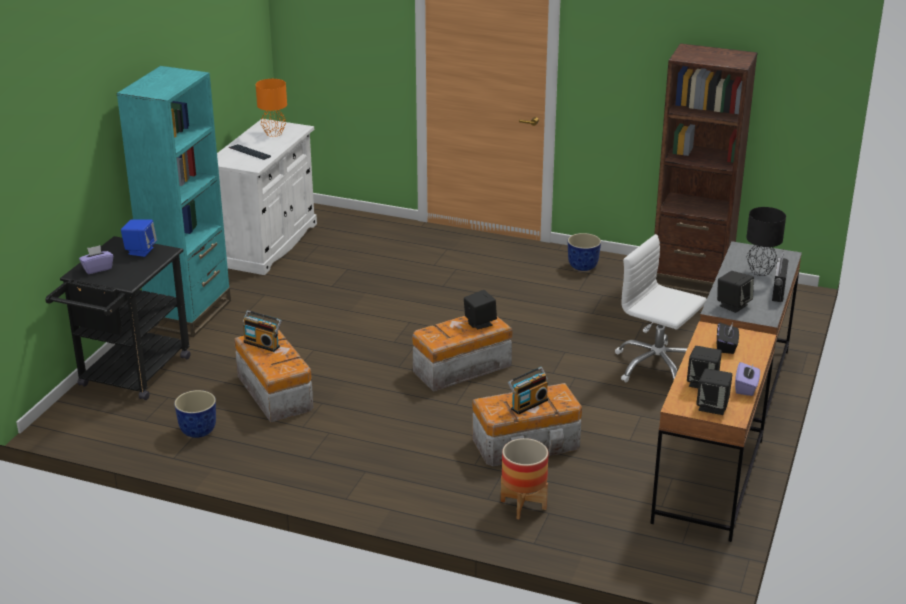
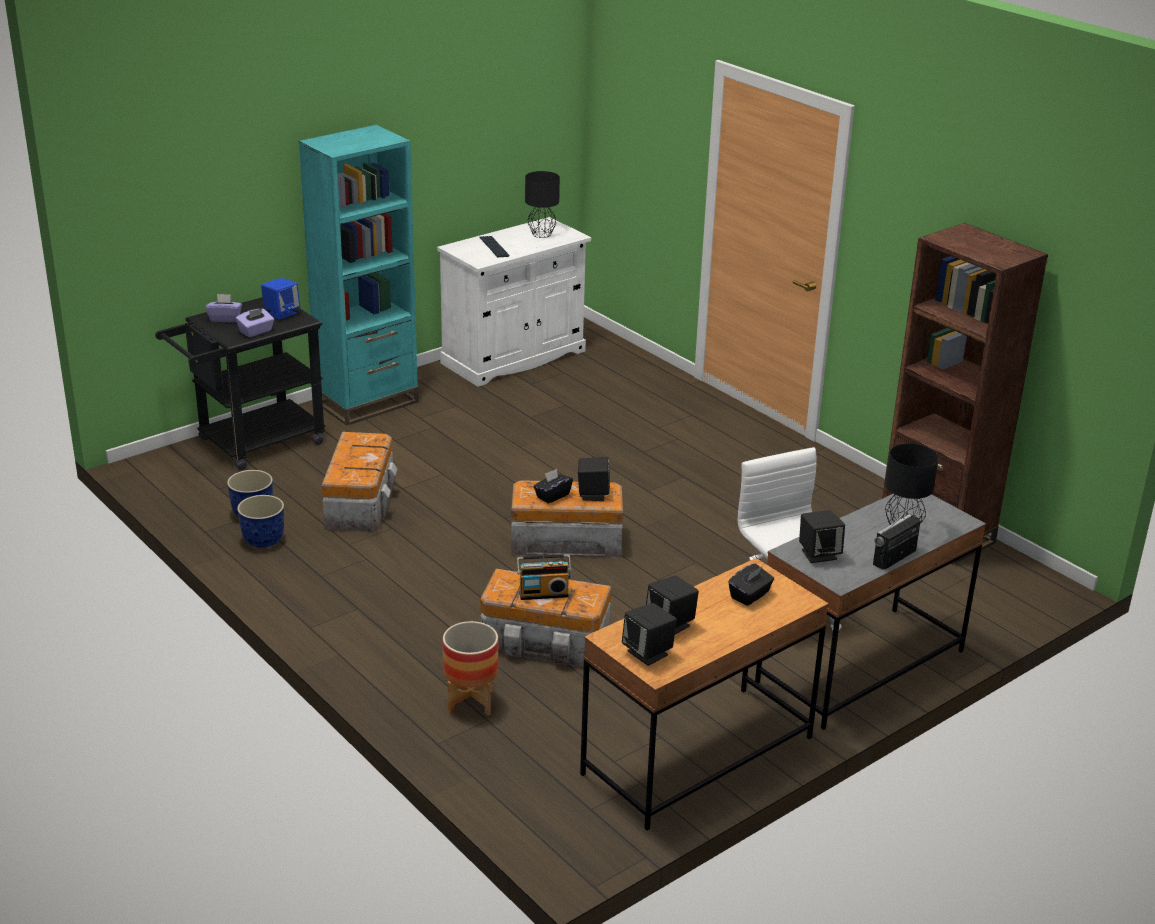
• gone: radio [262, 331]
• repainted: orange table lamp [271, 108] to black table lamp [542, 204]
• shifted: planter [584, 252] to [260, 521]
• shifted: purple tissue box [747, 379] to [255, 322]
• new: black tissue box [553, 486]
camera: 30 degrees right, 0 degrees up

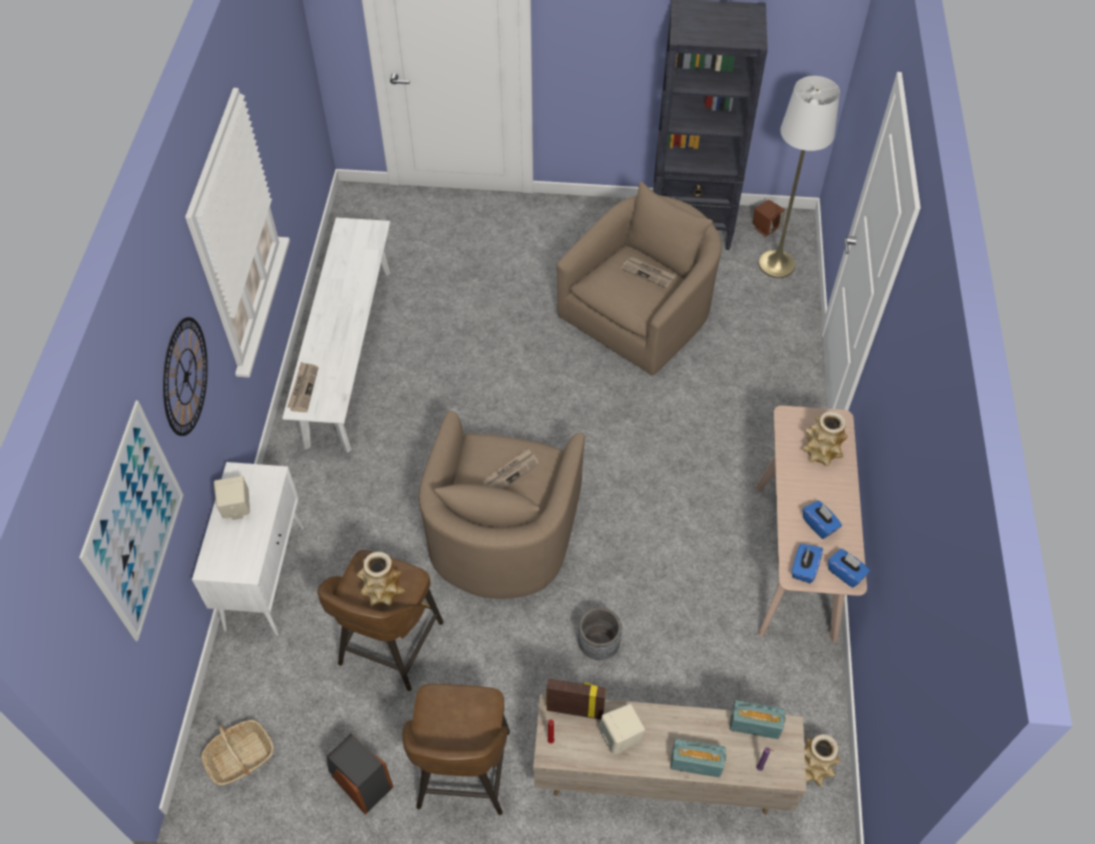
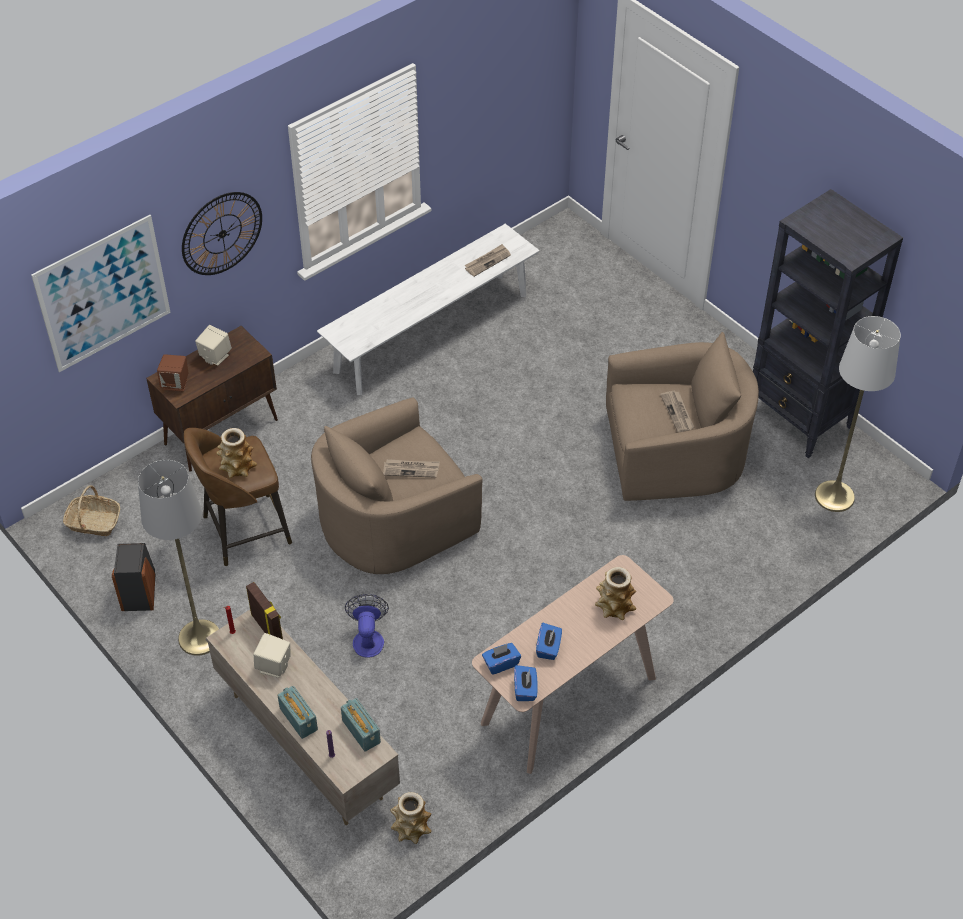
• repainted: white cabinet [248, 549] to brown cabinet [212, 399]
• shifted: newspaper [302, 387] to [488, 260]
• swapped: brown stool [456, 749] to grey floor lamp [178, 558]
• swapped: grey planter [600, 633] to fan [367, 626]
• shifted: brown speaker [769, 218] to [172, 372]
camera: 45 degrees right, 5 degrees down

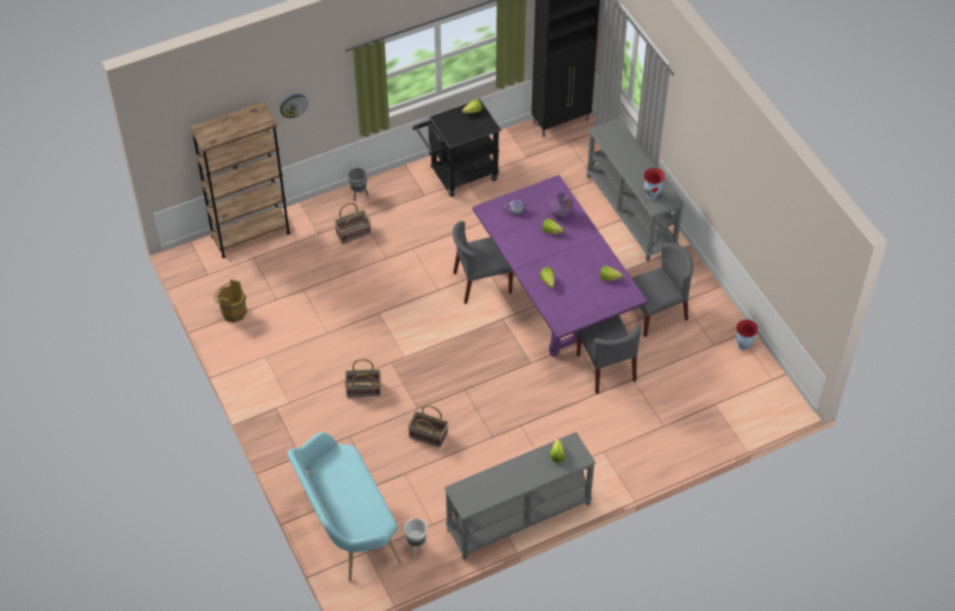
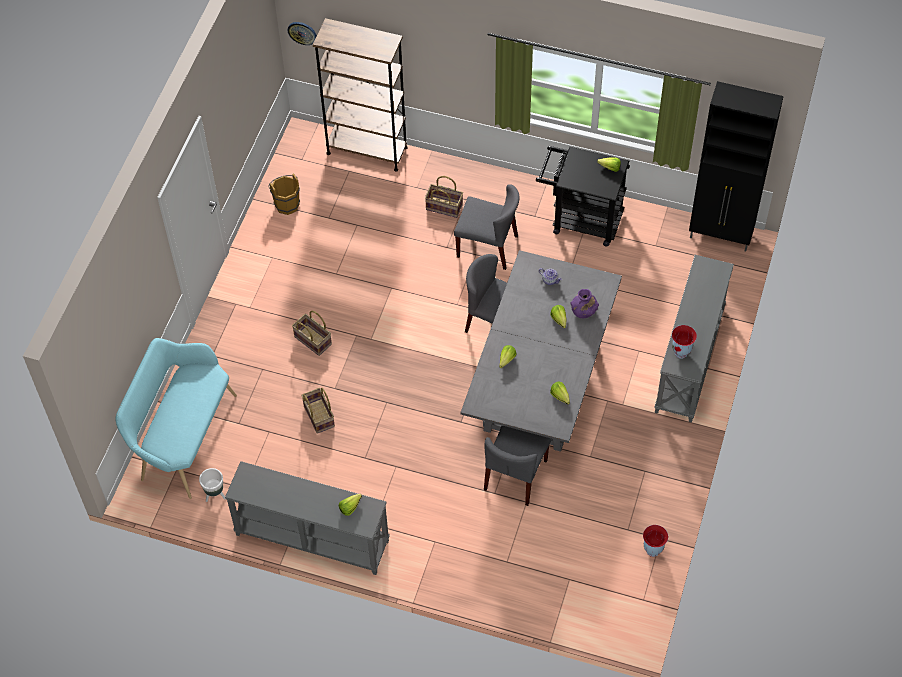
• shifted: wall clock [294, 106] to [302, 33]
• gone: grey planter [358, 184]
• repainted: purple dining table [560, 266] to grey dining table [541, 351]
• shifted: grey chair [663, 290] to [487, 227]
camera: 45 degrees right, 5 degrees up

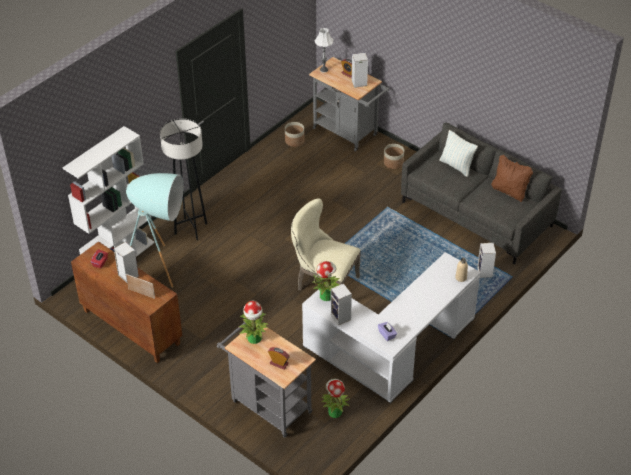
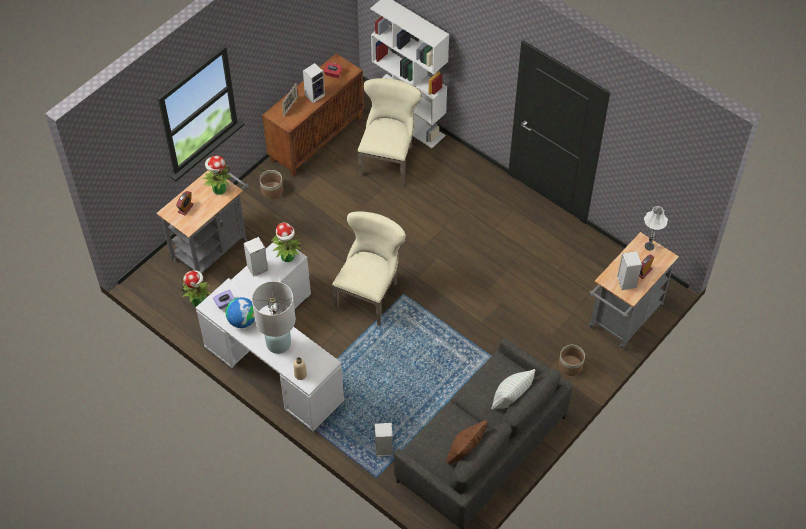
• swapped: turquoise floor lamp [155, 230] to beige chair [389, 131]
• gone: grey floor lamp [183, 179]
• shifted: planter [294, 134] to [271, 184]
• new: globe [240, 312]
• new: white table lamp [274, 317]
camera: 90 degrees right, 10 degrees up

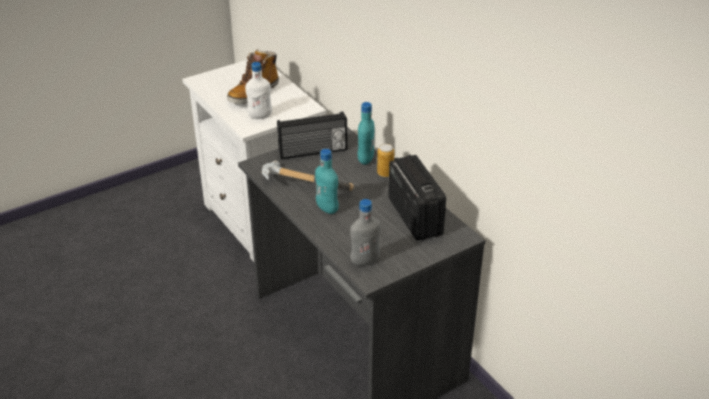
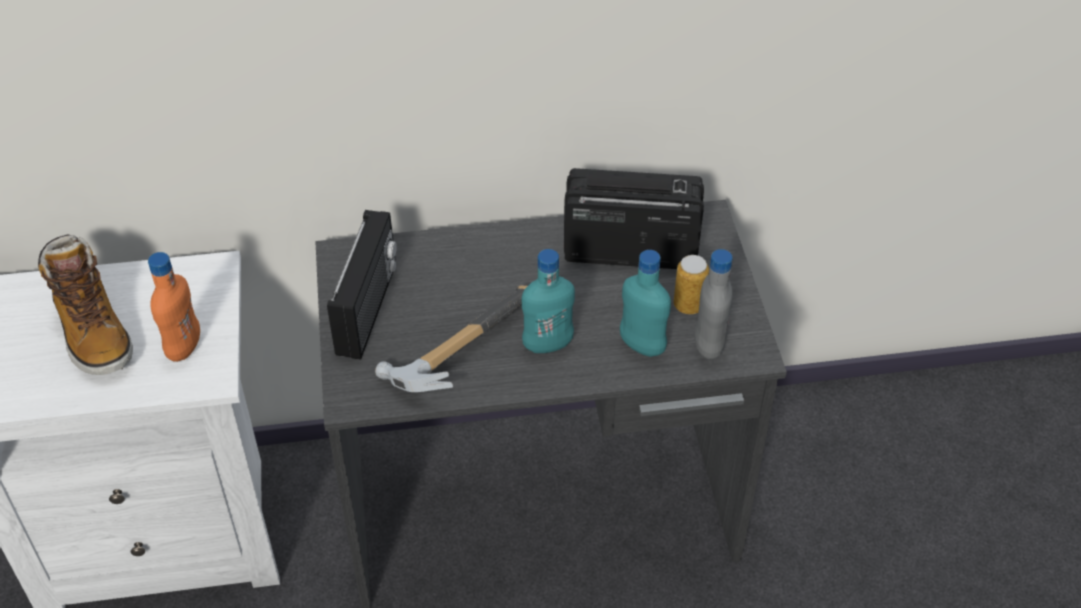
• repainted: white bottle [258, 90] to orange bottle [174, 307]
• shifted: turquoise bottle [366, 133] to [645, 303]
• shifted: can [385, 160] to [691, 284]
camera: 65 degrees left, 10 degrees up

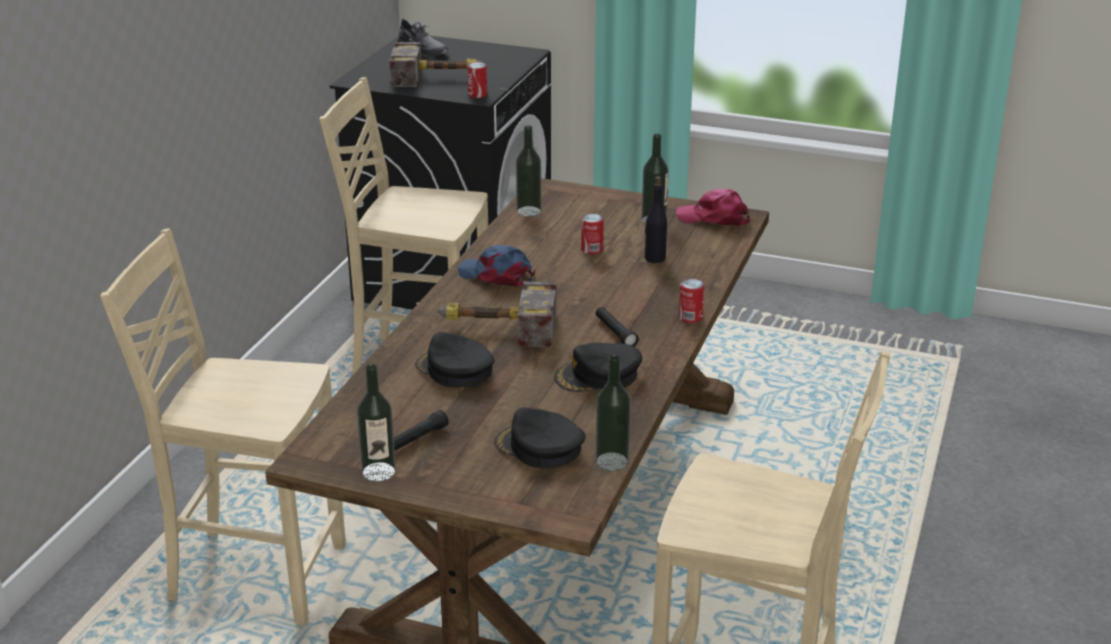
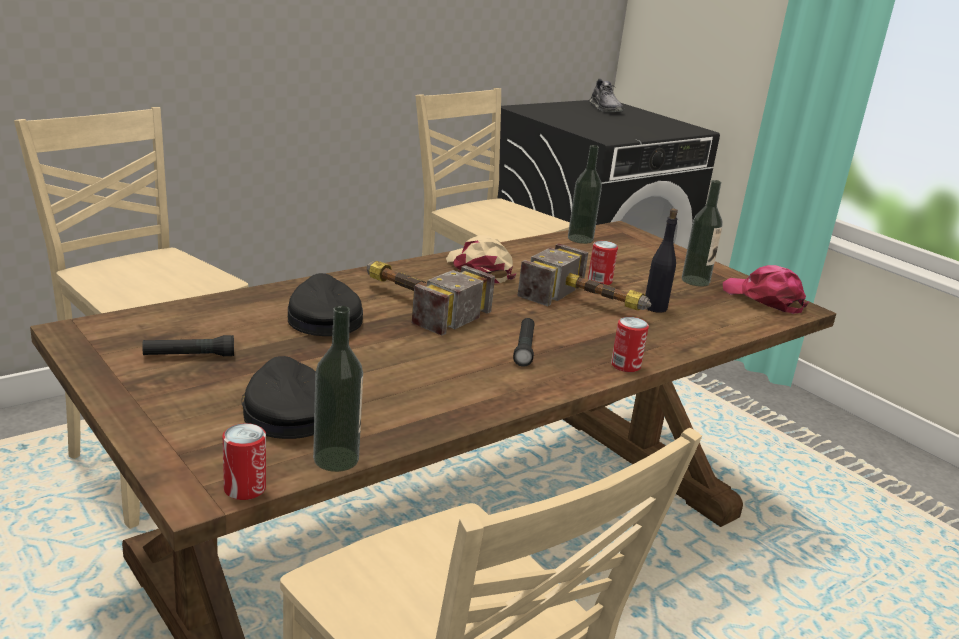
• gone: bottle [376, 423]
• shifted: hammer [435, 64] to [584, 277]
• repainted: blue cap [497, 266] to beige cap [481, 259]
• shifted: can [477, 80] to [244, 461]
• gone: black cap [598, 367]
camera: 30 degrees right, 5 degrees down

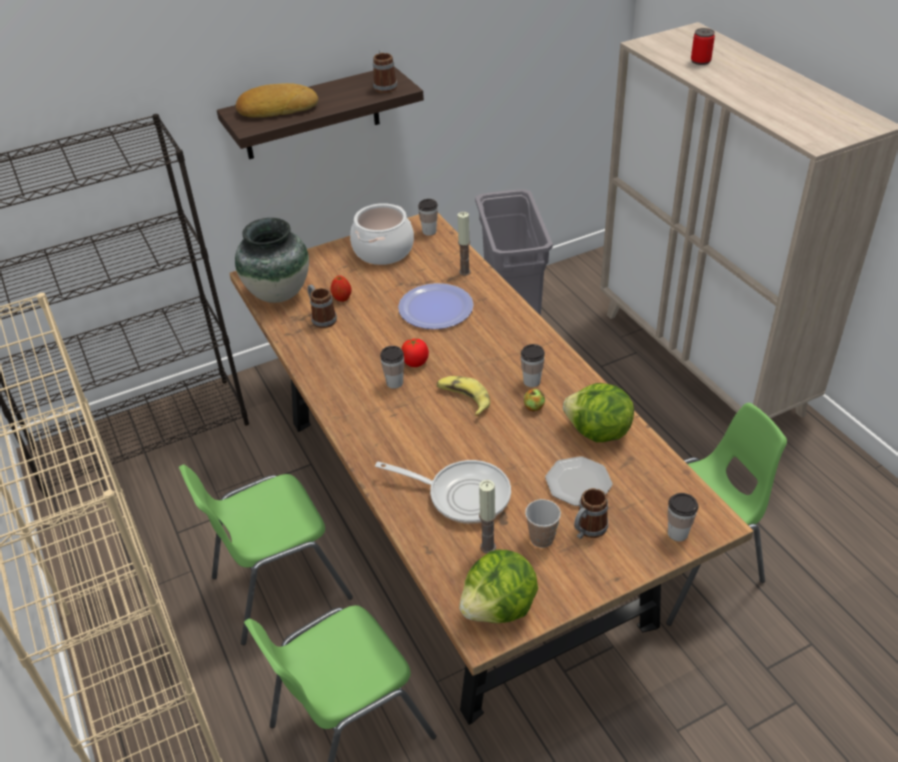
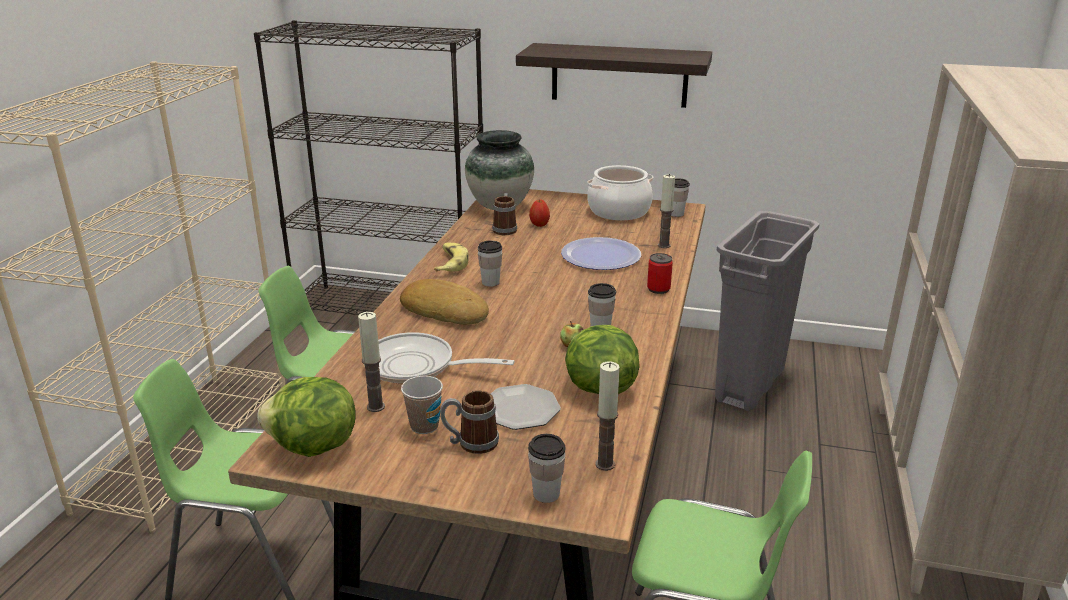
• shifted: bread [277, 100] to [444, 302]
• gone: mug [385, 71]
• rotated: frying pan [443, 492] = [439, 358] 135 degrees clockwise
• gone: tomato [415, 352]
• shifted: banana [463, 396] to [451, 257]
• shifted: can [703, 46] to [660, 273]
• new: candle [607, 416]
camera: 40 degrees right, 15 degrees down

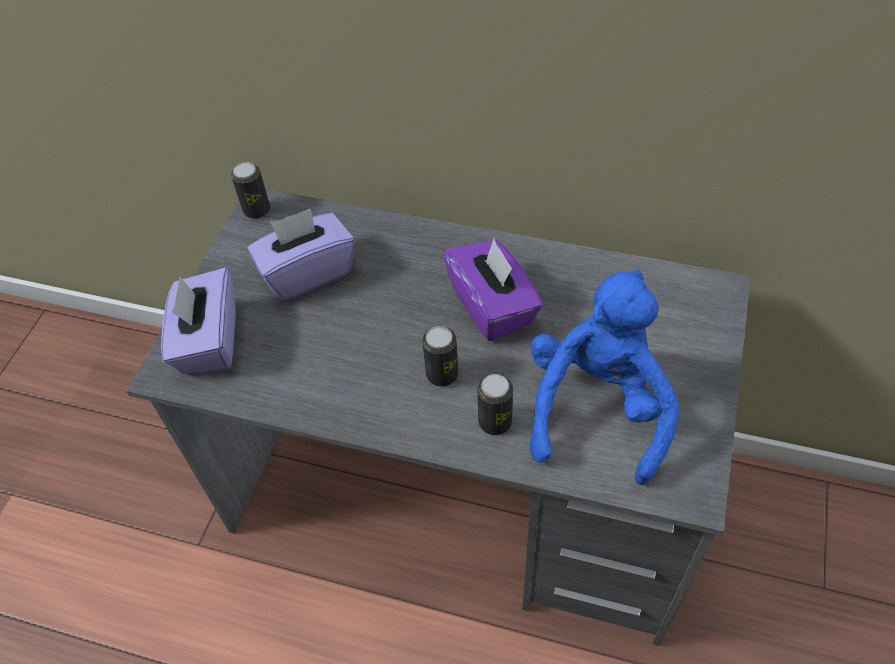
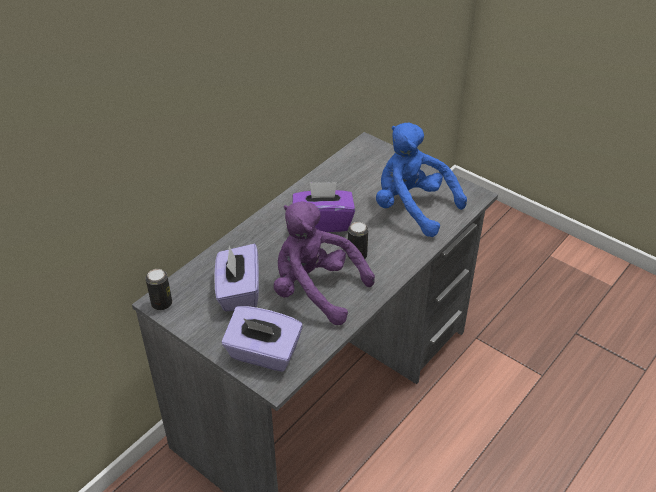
• gone: can [495, 404]
• new: purple plush toy [324, 263]
camera: 70 degrees left, 10 degrees down

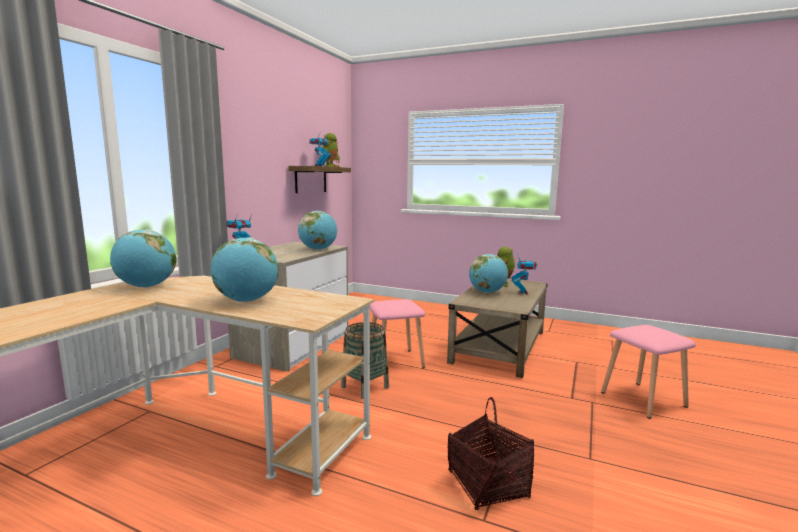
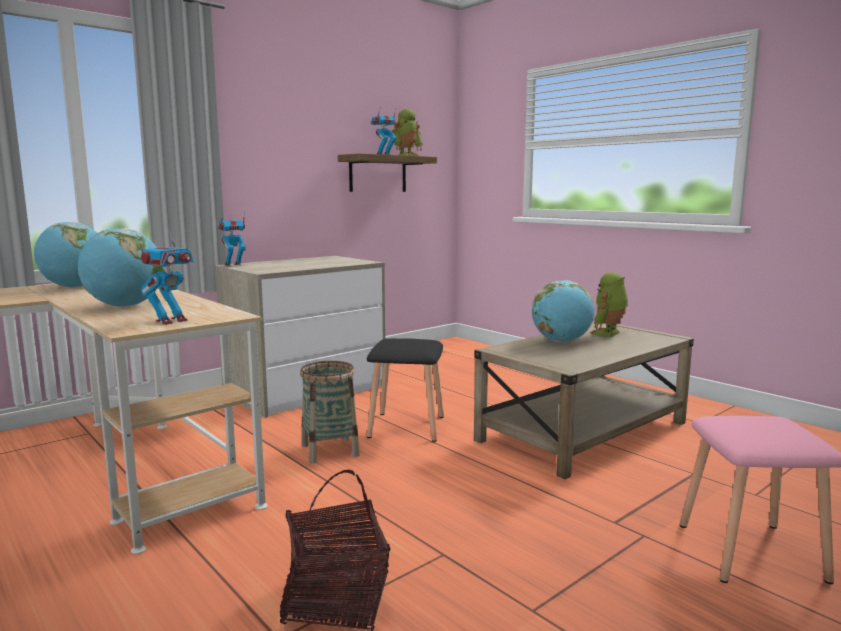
• gone: globe [317, 230]
• repainted: pink stool [397, 333] to black stool [405, 390]
• shifted: toy robot [524, 275] to [165, 278]
camera: 25 degrees right, 0 degrees up

